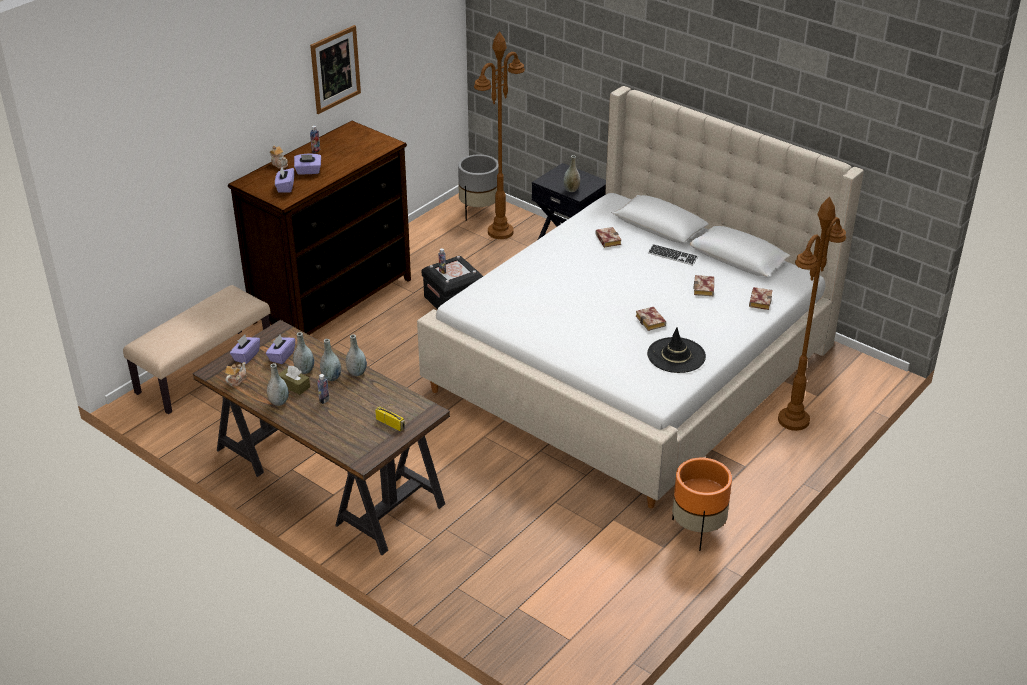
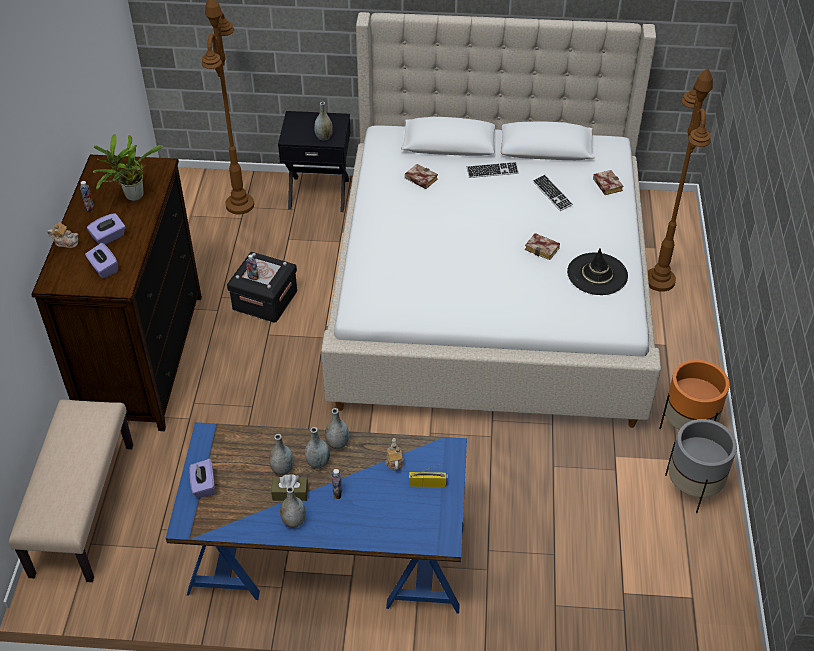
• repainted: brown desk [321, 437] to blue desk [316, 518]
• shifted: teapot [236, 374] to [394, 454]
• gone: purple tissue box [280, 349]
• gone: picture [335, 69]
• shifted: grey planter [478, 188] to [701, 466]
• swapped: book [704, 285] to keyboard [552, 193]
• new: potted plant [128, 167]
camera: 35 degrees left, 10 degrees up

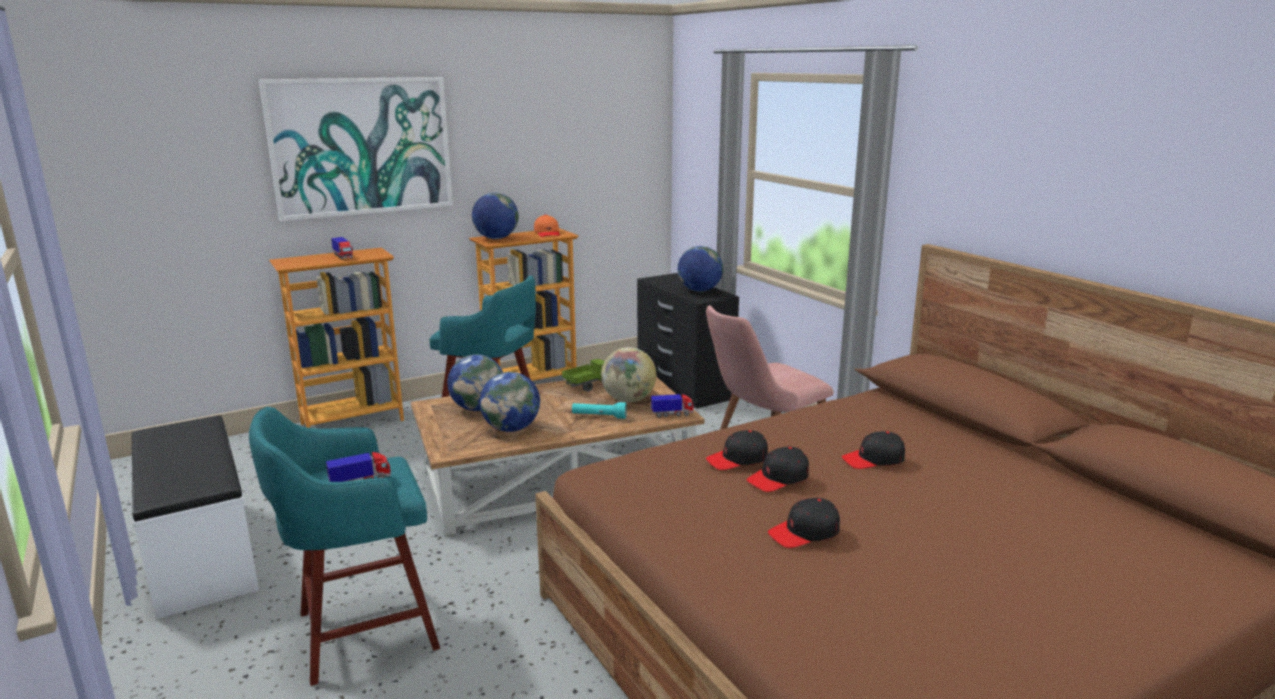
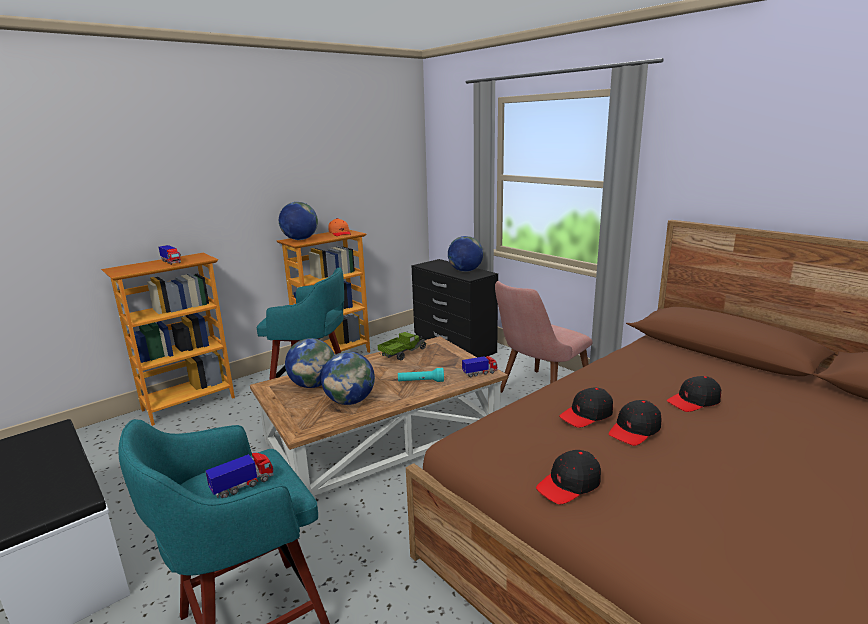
• gone: picture [356, 149]
• gone: globe [628, 375]
• shifted: black cap [804, 523] to [568, 477]
camera: 10 degrees left, 0 degrees up

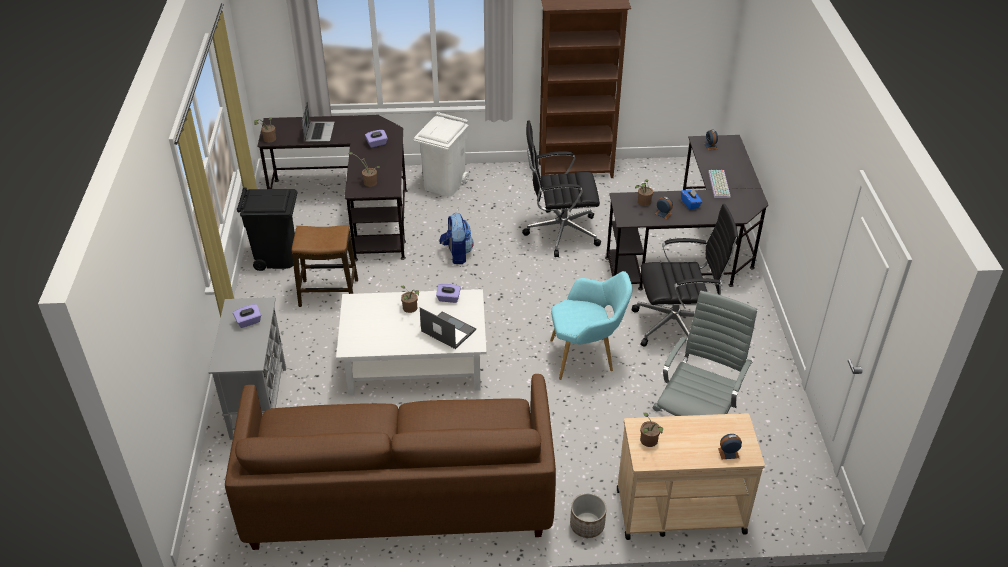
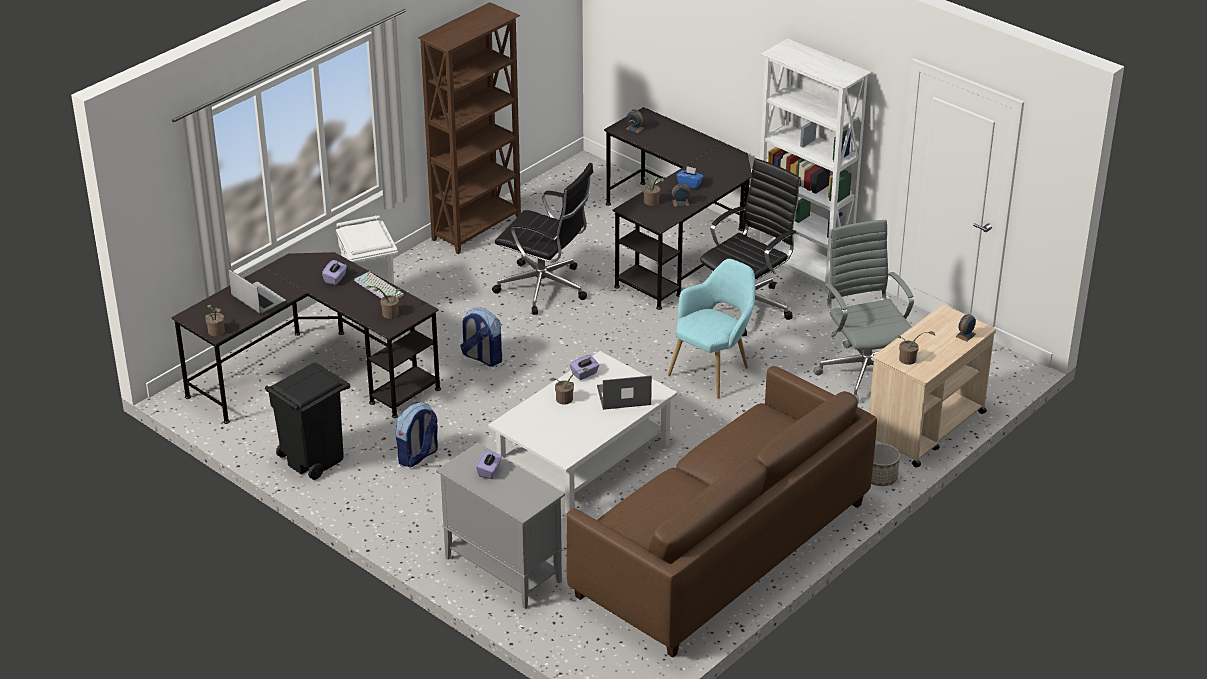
• swapped: stool [325, 266] to backpack [416, 434]
• rotated: black office chair [561, 189] = [542, 239] 105 degrees counterclockwise
• shifted: keyboard [719, 184] to [379, 285]
• new: white bookcase [813, 166]
camera: 45 degrees left, 5 degrees down

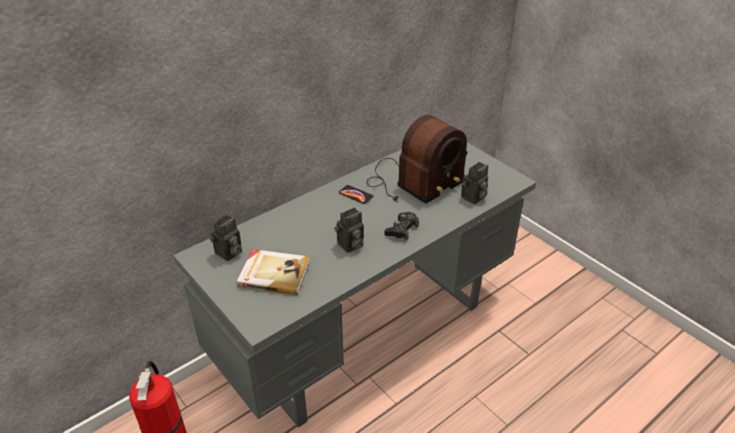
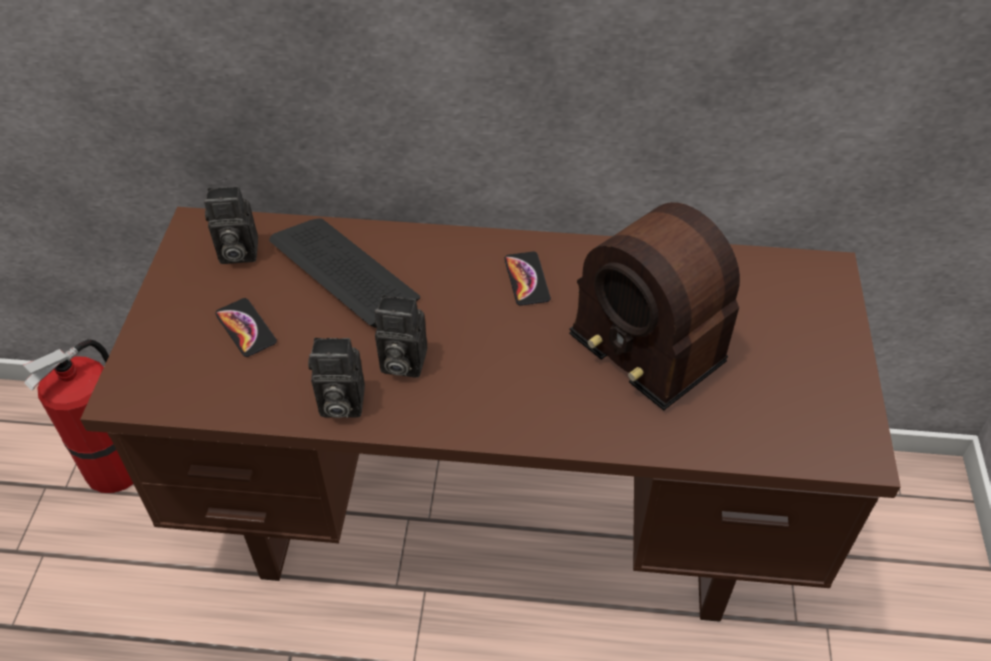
• repainted: grey desk [354, 285] to brown desk [490, 414]
• swapped: book [273, 272] to phone [246, 327]
• rotated: radio [416, 159] = [654, 306] 45 degrees clockwise
• gone: black game controller [401, 226]
• shifted: photo camera [474, 183] to [336, 378]
• new: keyboard [344, 273]
camera: 45 degrees right, 10 degrees up

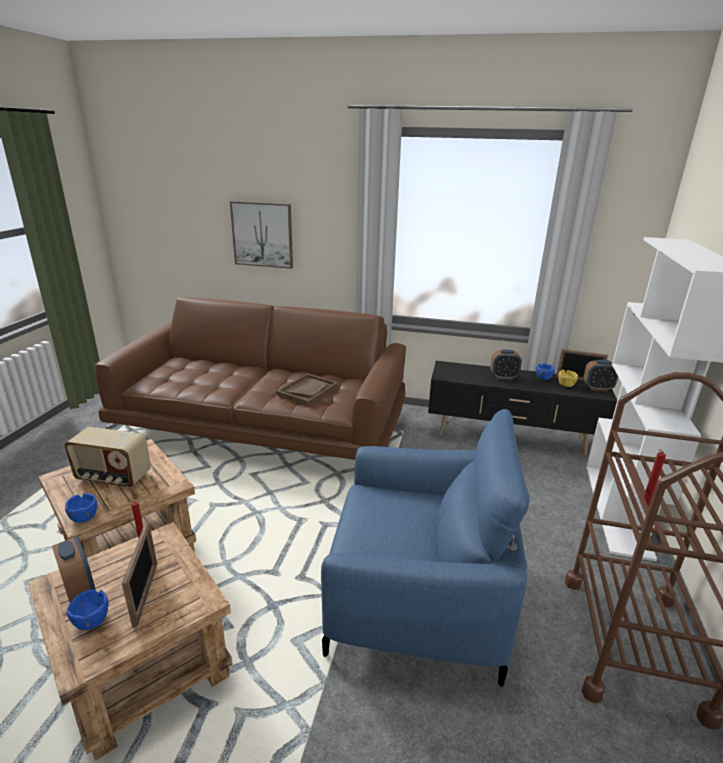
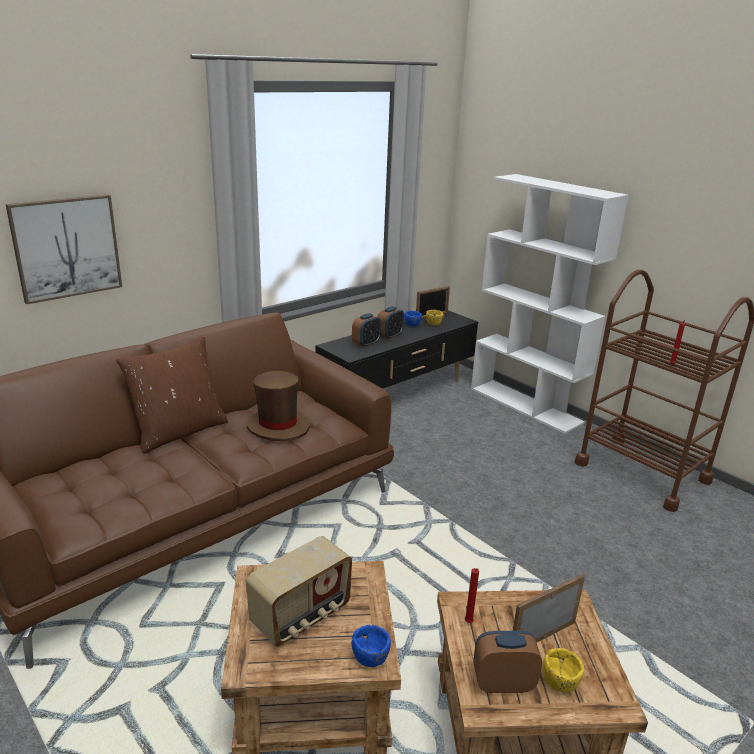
• repainted: blue bowl [88, 609] to yellow bowl [563, 670]
• rotated: picture frame [139, 575] = [549, 609] 60 degrees counterclockwise
• swapped: brown tray [307, 390] to brown hat [278, 406]
• gone: blue armchair [425, 548]
• shifted: alarm clock [600, 375] to [366, 330]
• new: brown pillow [172, 395]
camera: 55 degrees left, 0 degrees up

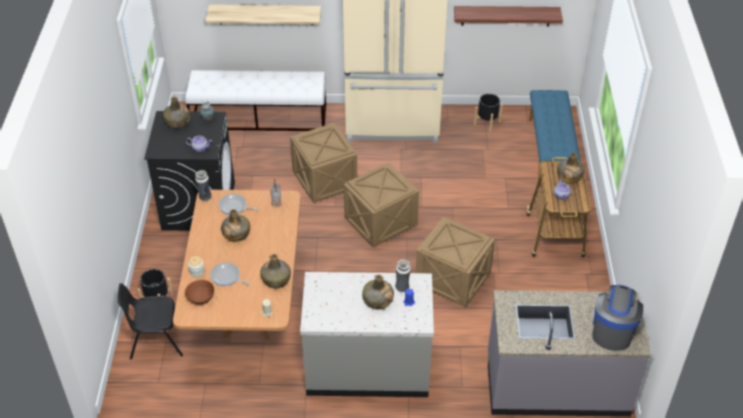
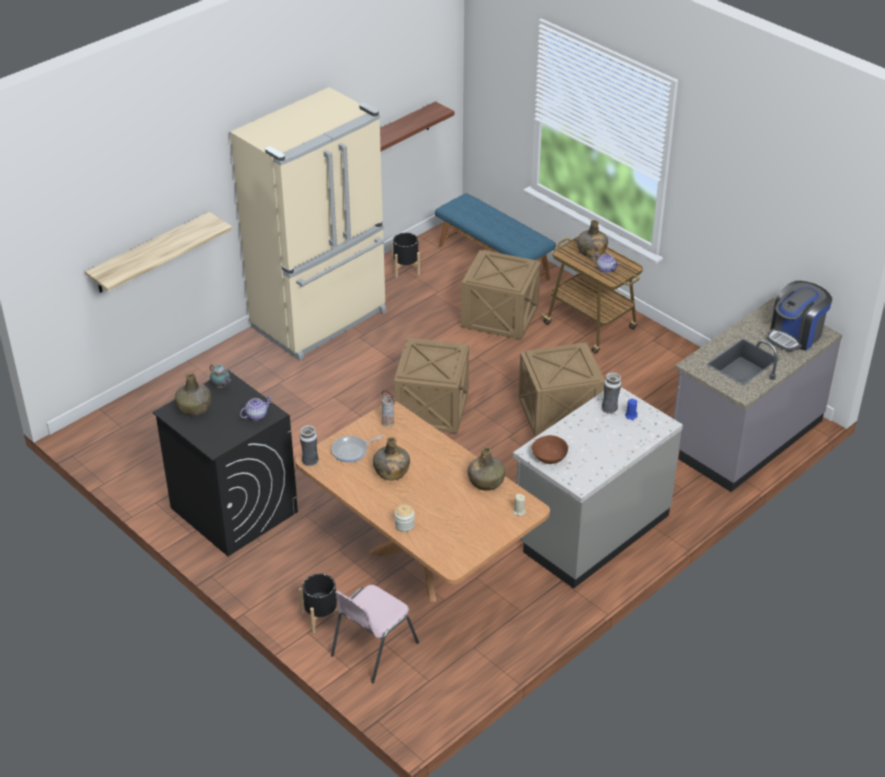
• repainted: black chair [150, 321] to pink chair [375, 634]
• gone: white bench [255, 100]
• shifted: brown bowl [199, 292] to [550, 449]
• gone: frying pan [230, 274]
• shifted: crate [323, 163] to [501, 295]
• gone: green bottle [378, 292]
• rotated: coffee machine [617, 318] = [799, 316] 105 degrees counterclockwise
camera: 45 degrees left, 5 degrees down

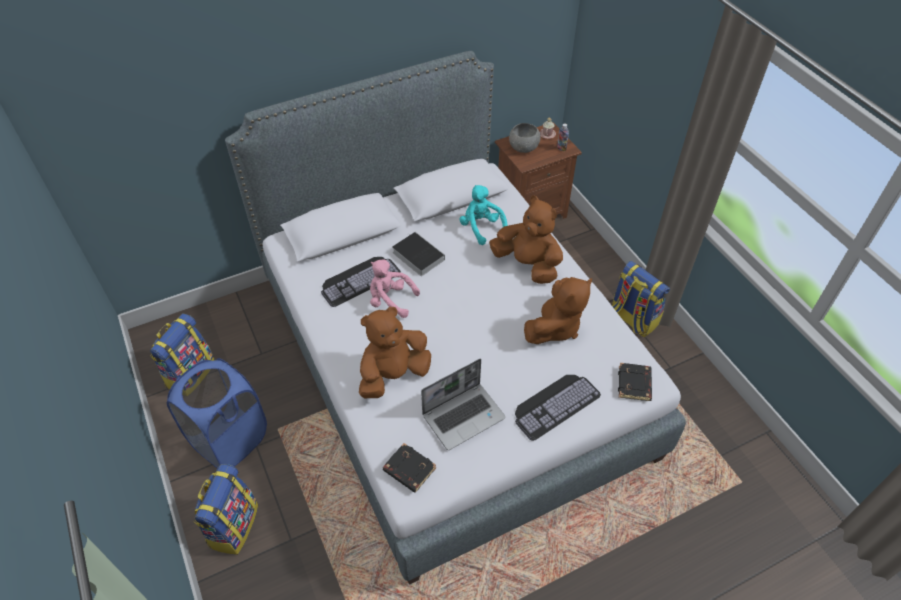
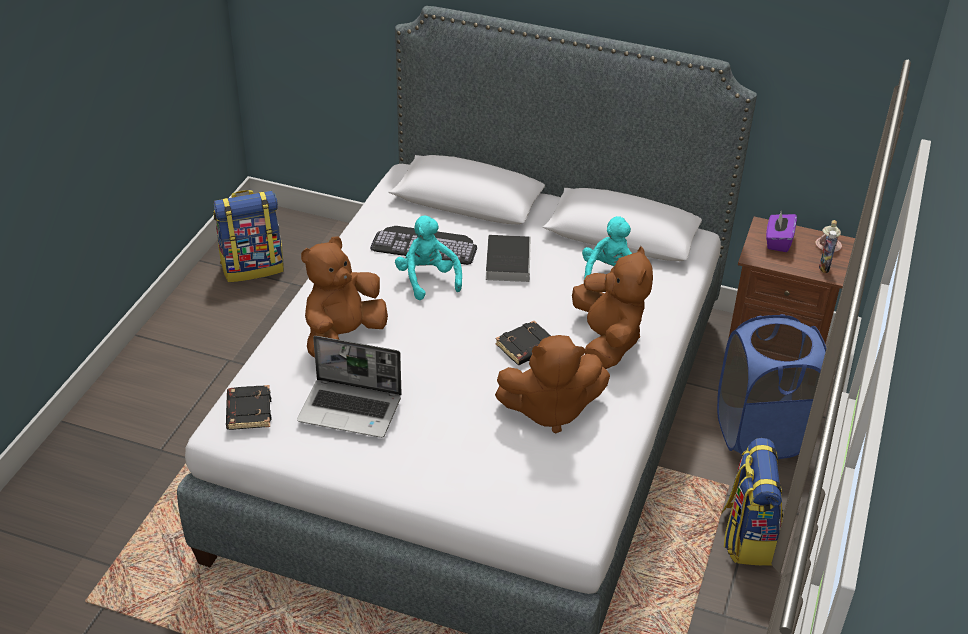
• shifted: blue laundry basket [217, 413] to [772, 386]
• gone: backpack [226, 509]
• rotated: brown plush toy [395, 352] = [344, 296] 60 degrees counterclockwise
• repainted: pink plush toy [395, 289] to turquoise plush toy [428, 258]
• swapped: grey bowl [524, 138] to purple tissue box [781, 231]
• gone: keyboard [558, 408]
• shifted: black book [635, 382] to [523, 343]
camera: 45 degrees right, 10 degrees down

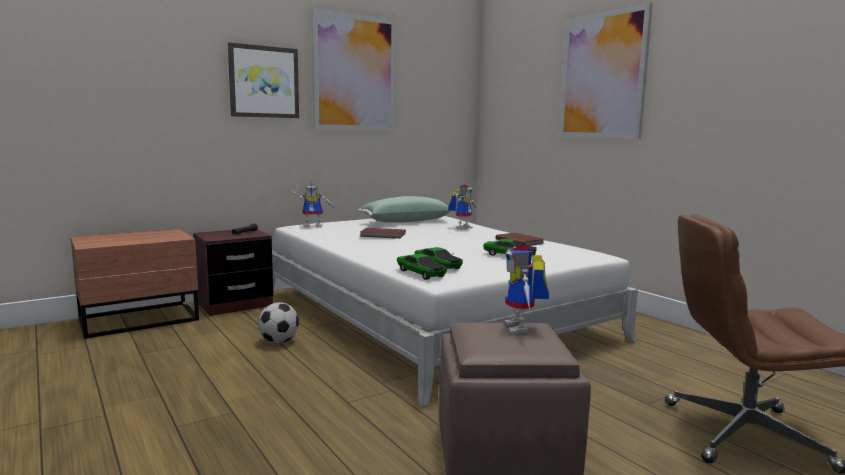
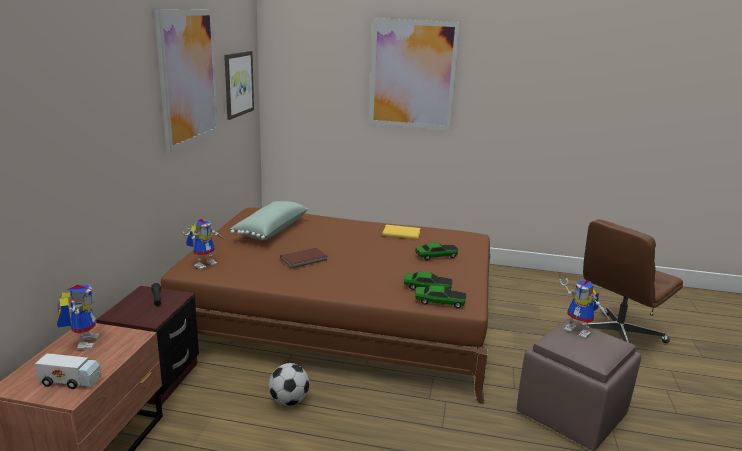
• shifted: picture [263, 80] to [239, 85]
• repainted: white bed [455, 311] to brown bed [326, 305]
• shifted: toy robot [462, 207] to [78, 317]
• repainted: brown book [520, 239] to yellow book [401, 232]
• new: toy truck [68, 371]
camera: 45 degrees left, 10 degrees up

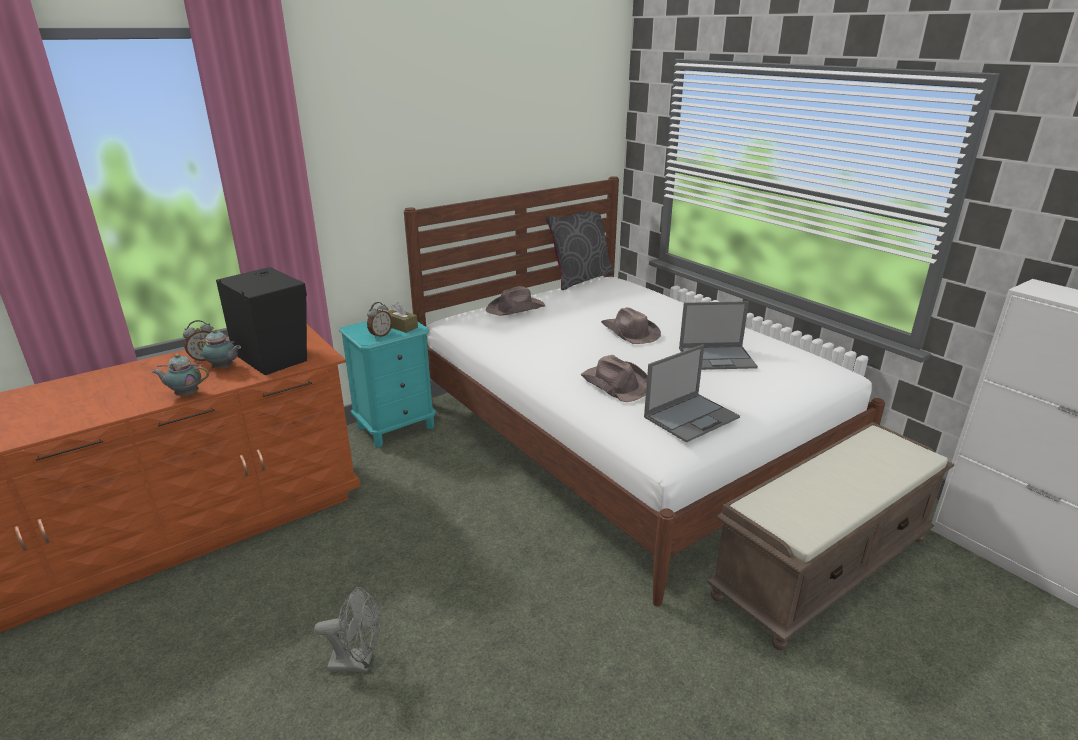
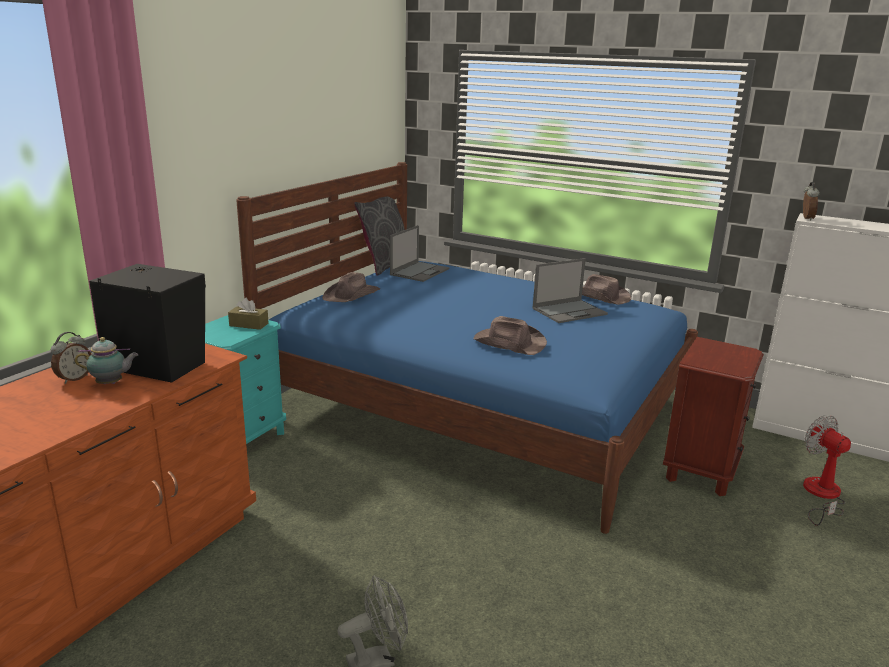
• gone: teapot [180, 375]
• shifted: alarm clock [379, 320] to [811, 201]
• repainted: white bed [644, 391] to blue bed [467, 348]
• shifted: brown hat [631, 325] to [606, 289]
• shifted: laptop [692, 393] to [420, 253]
• swapped: brown bench [830, 536] to brown nightstand [713, 416]
• new: fan [827, 470]
camera: 25 degrees left, 5 degrees down

